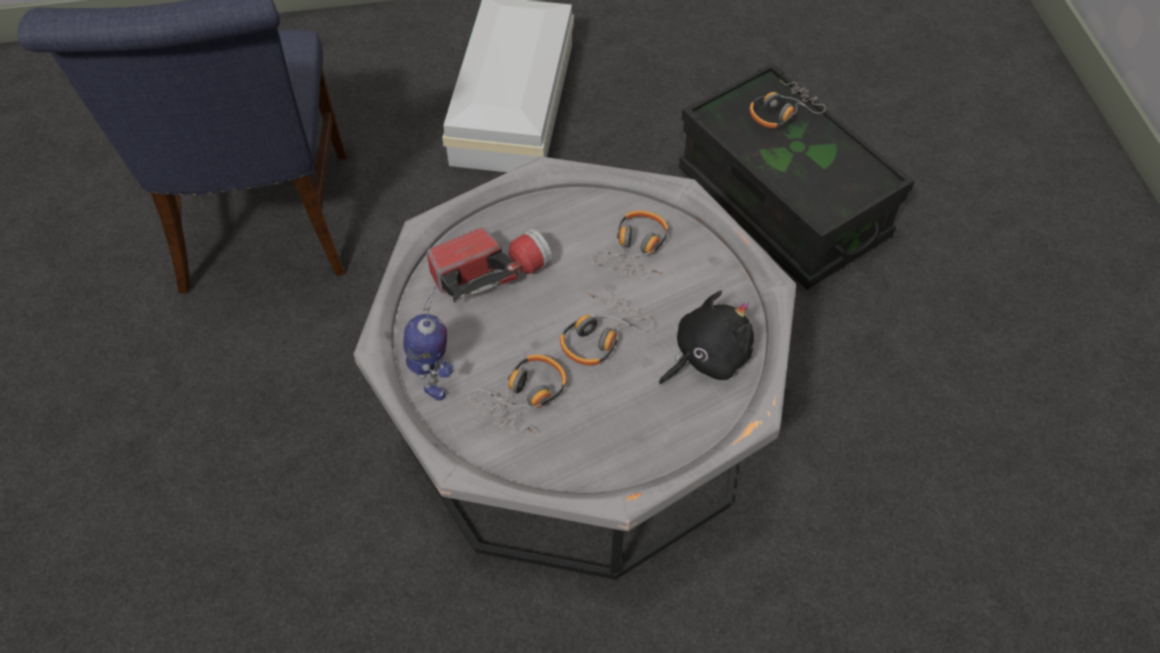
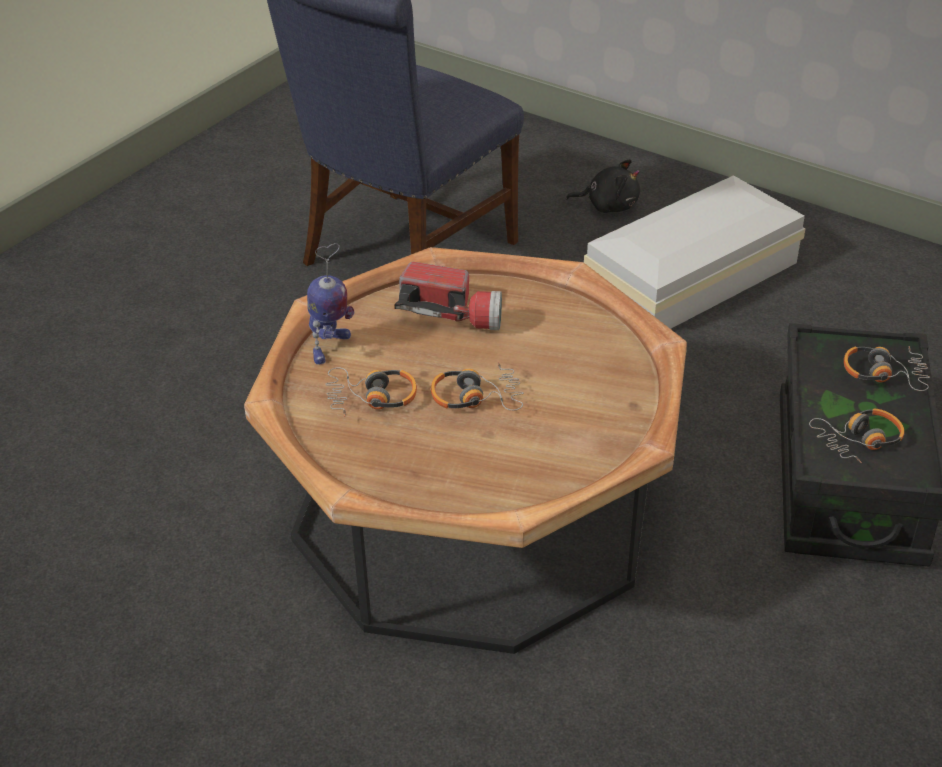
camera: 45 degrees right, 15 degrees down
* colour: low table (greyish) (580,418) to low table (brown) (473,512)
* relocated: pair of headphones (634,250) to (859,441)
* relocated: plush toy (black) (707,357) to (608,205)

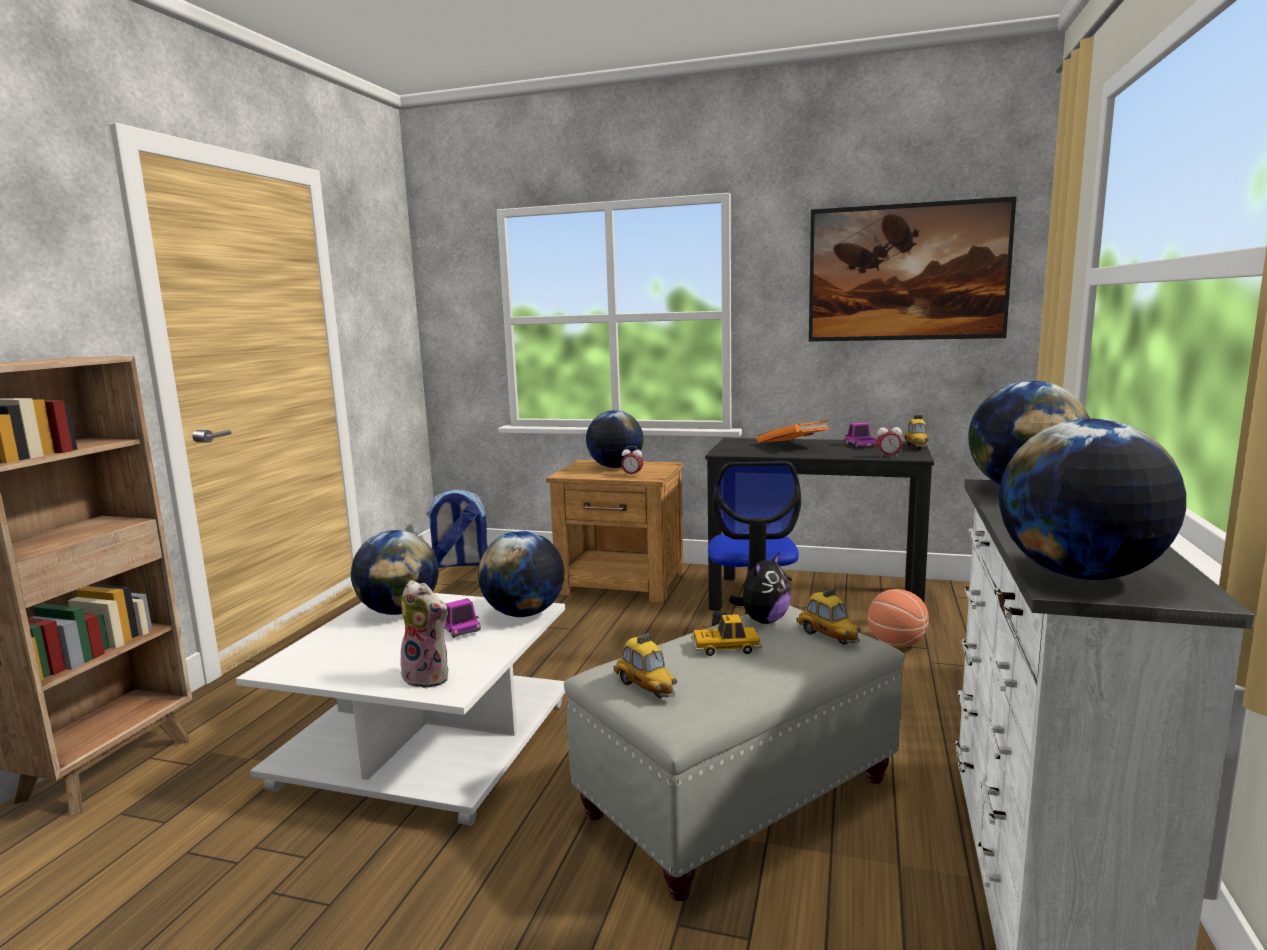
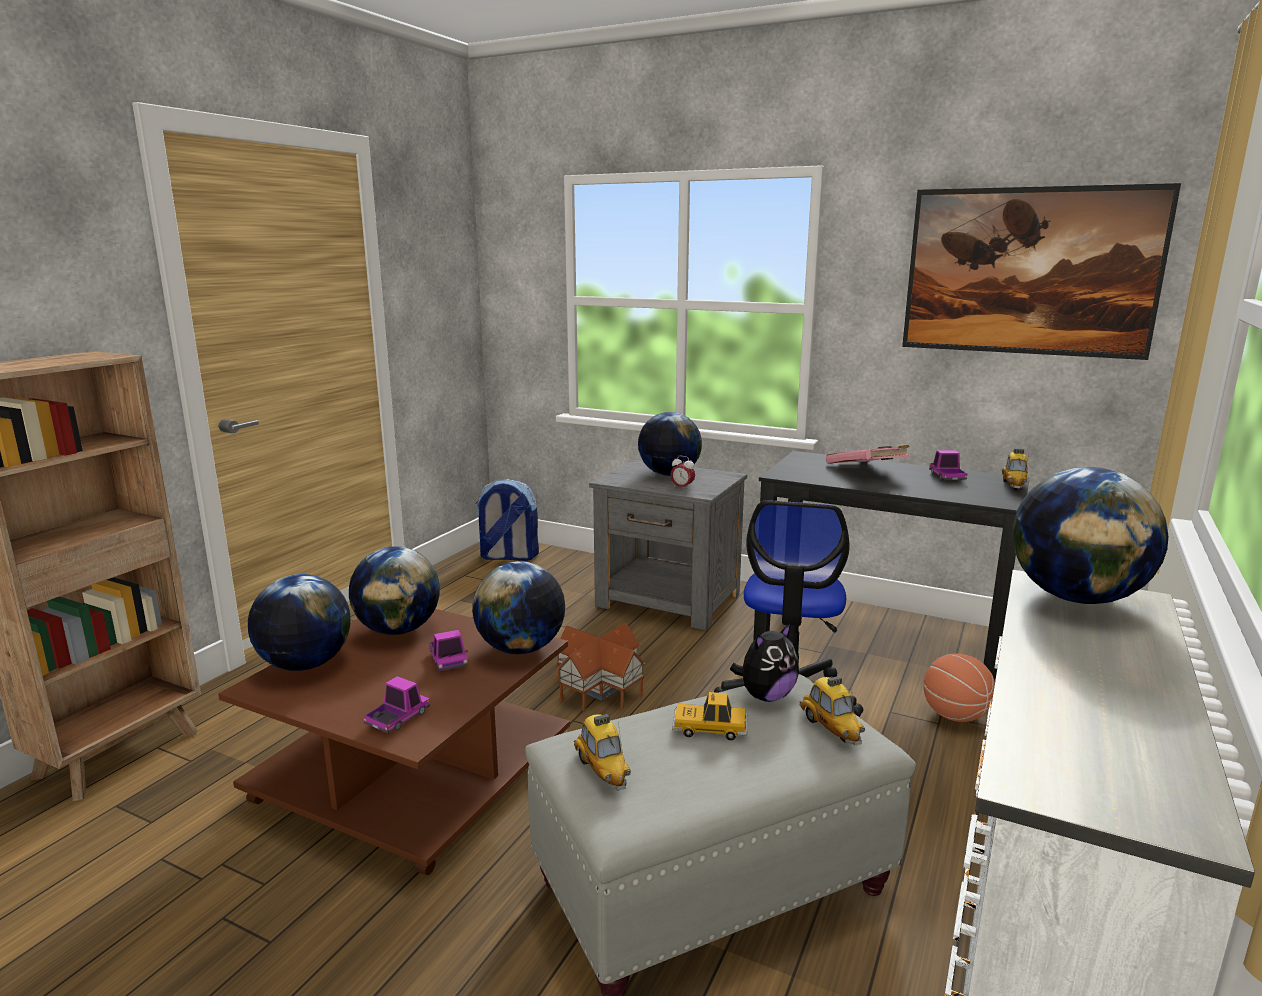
camera: 10 degrees right, 5 degrees up
* relocated: desk globe (1080,575) to (305,665)
* colour: bound book (orange-coloured) (793,446) to bound book (pinkish) (866,471)
* missing: bedside clock (888,456)
* colour: nightstand (brown) (623,584) to nightstand (greyish) (669,601)
* exchanged: plush toy (430,677) to toy truck (398,718)
* colour: low table (white) (423,745) to low table (brown) (409,772)
* appeared: toy house (601,688)

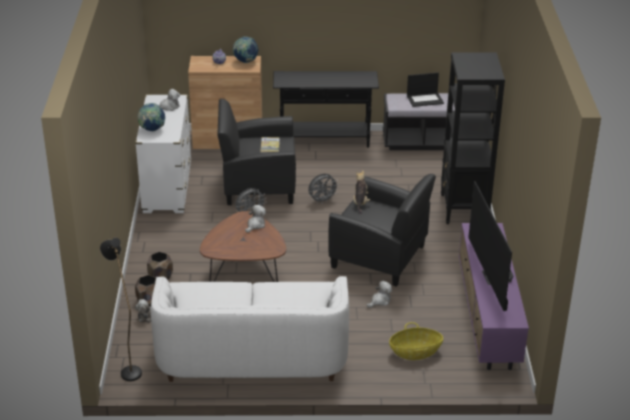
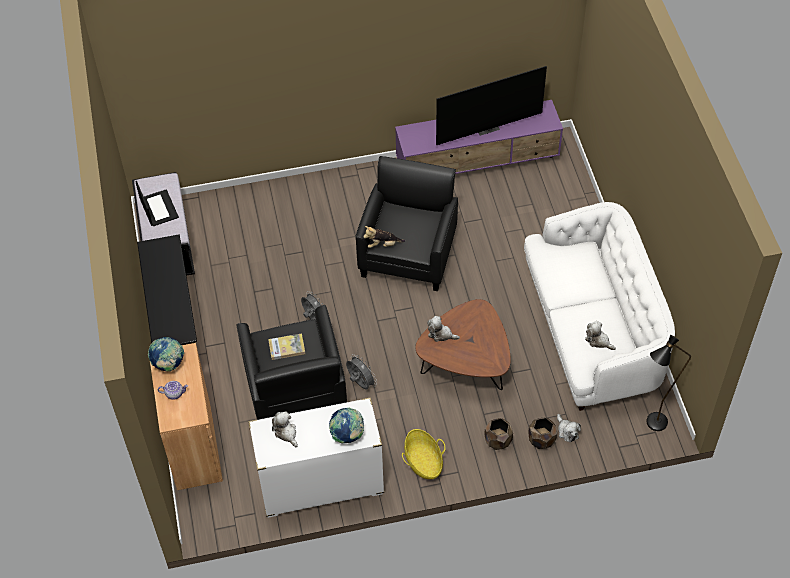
camera: 100 degrees left, 20 degrees up
* missing: shelving unit (black) (463,209)
* relocated: plush toy (380,301) to (598,340)
* relocated: household basket (415,352) to (423,461)

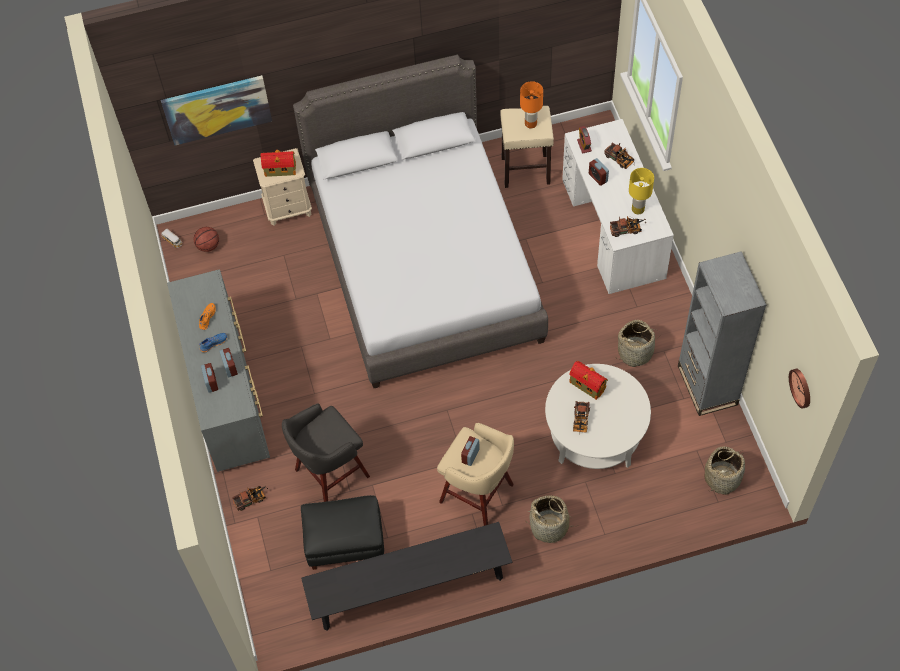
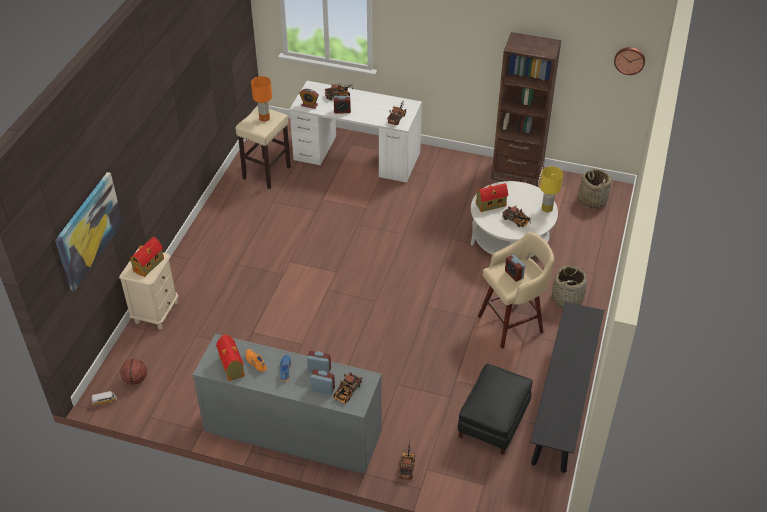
camera: 60 degrees left, 15 degrees down
* missing: bed (greyish) (424,263)
* relocated: table lamp (yellow-coloured) (637,209) to (546,209)
* colour: shelving unit (greyish) (707,385) to shelving unit (brown) (517,173)
* missing: household basket (635,352)
* missing: stool seat (greyish) (330,474)
* appeared: toy house (232,367)
* appeared: toy truck (346,393)

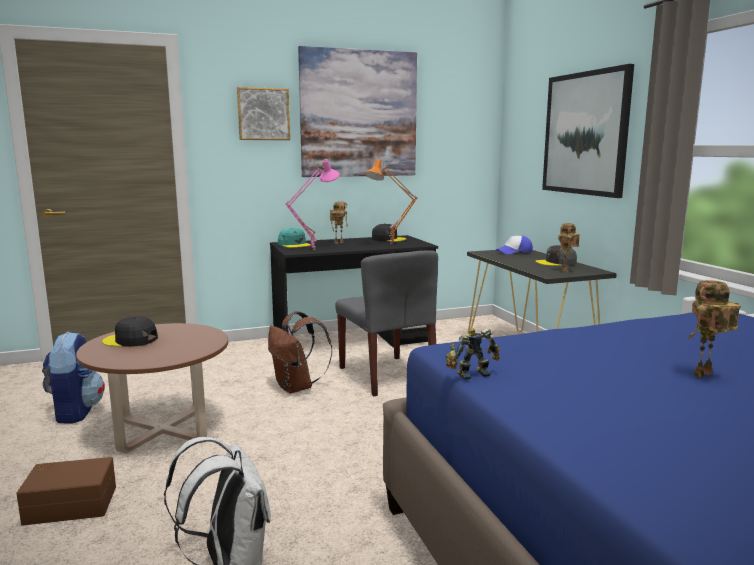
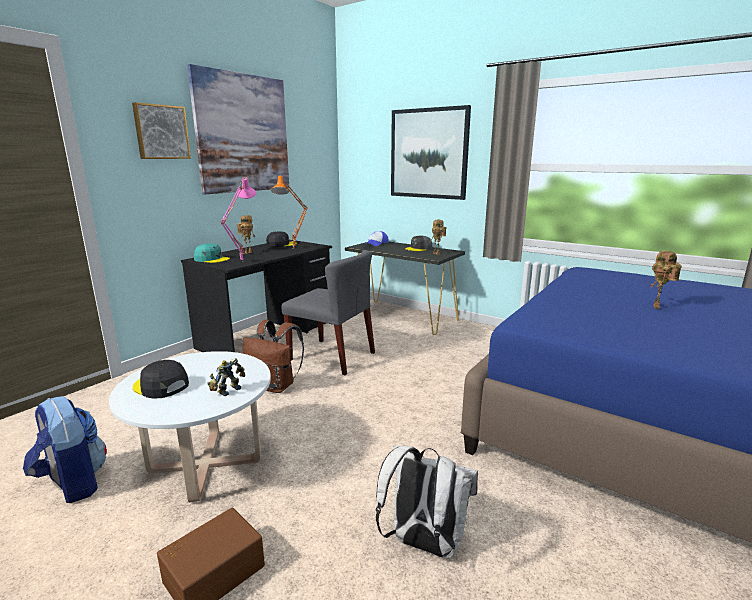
camera: 35 degrees left, 5 degrees up
* spun: baseball cap (black) (130,340) = (161,386) 60 degrees clockwise
* colour: low table (brown) (162,430) to low table (white) (205,465)
* relocated: model robot (471,373) to (227,390)

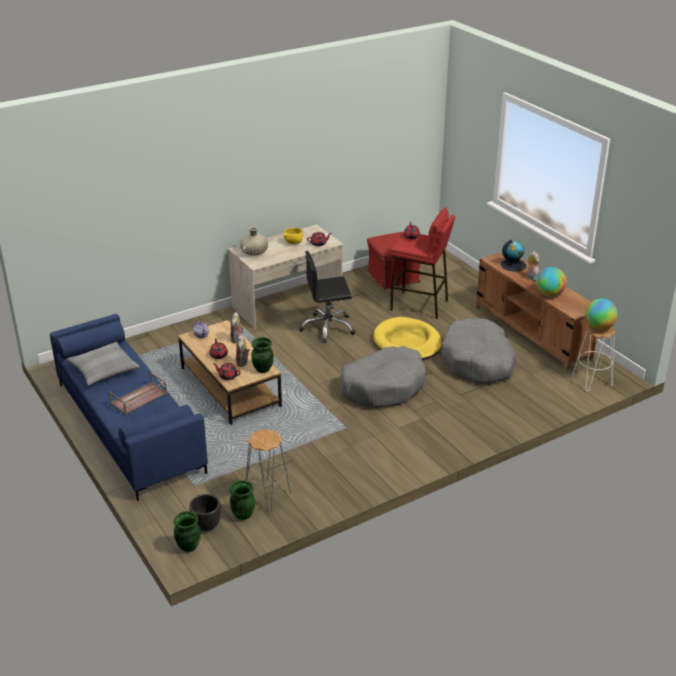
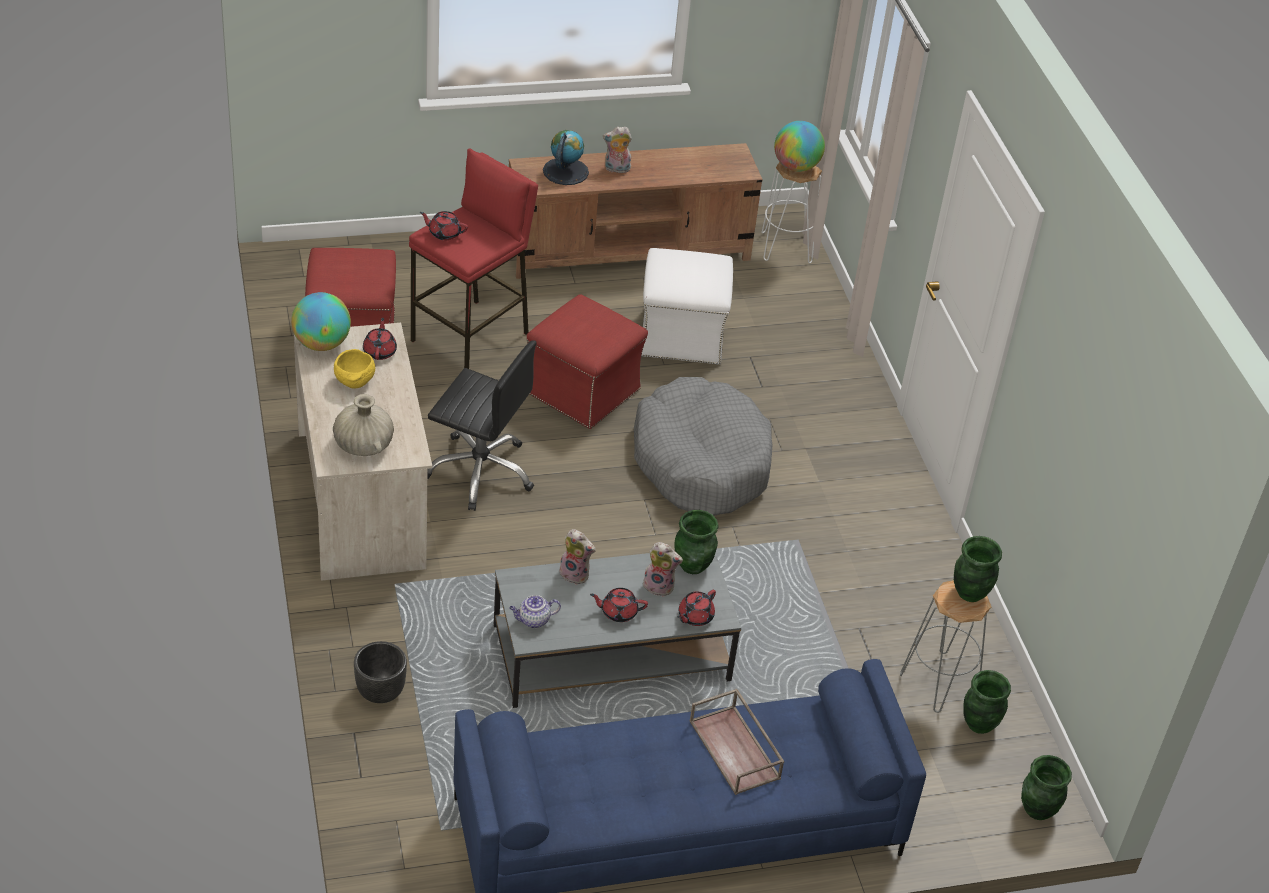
camera: 75 degrees left, 10 degrees up
* spun: computer chair (black) (327,328) = (480,471) 75 degrees counterclockwise
* relocated: desk globe (549,294) to (322,344)
* exchanged: dog cushion (yellow-coloured) (407,342) to pouffe (red-coloured) (583,391)
* exchanged: dog cushion (greyish) (478,361) to pouffe (white) (681,336)
* colour: low table (brown) (229,387) to low table (greyish) (611,653)
* missing: cushion (greyish) (103,370)
* relocated: flower pot (black) (206,525) to (380,692)
* appeared: vase (green-coloured) (969,593)

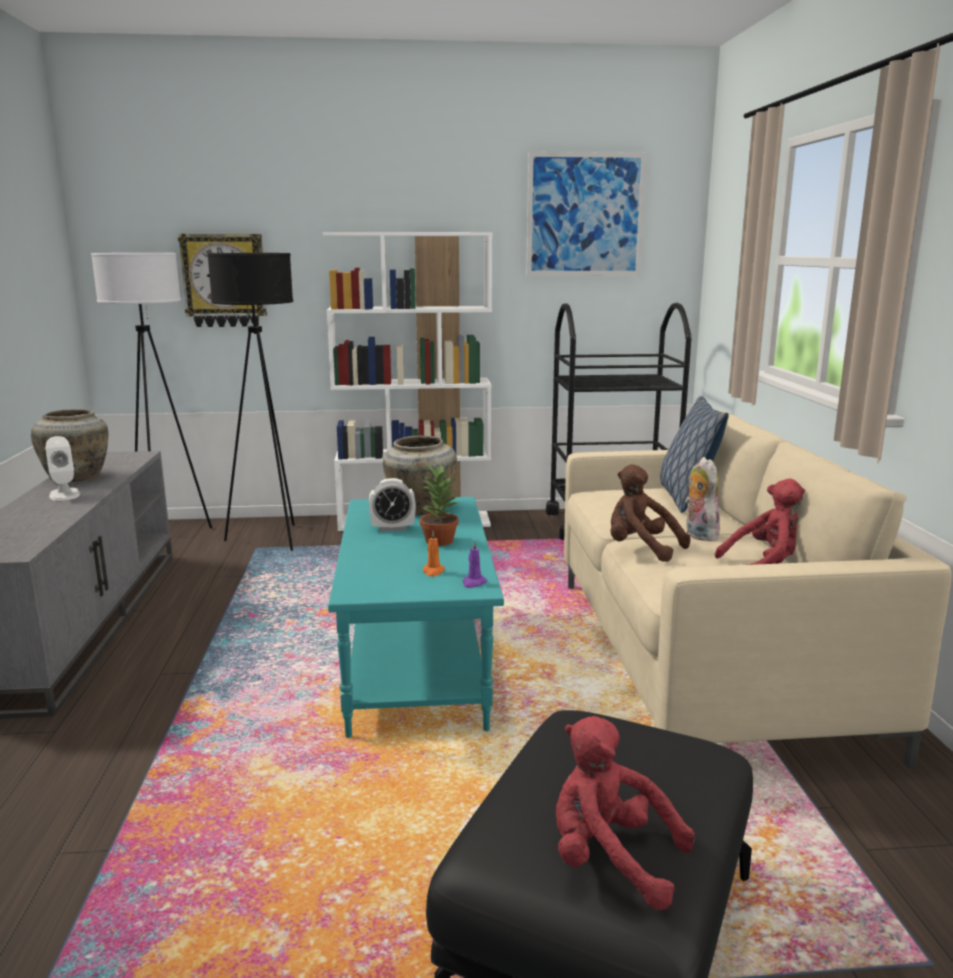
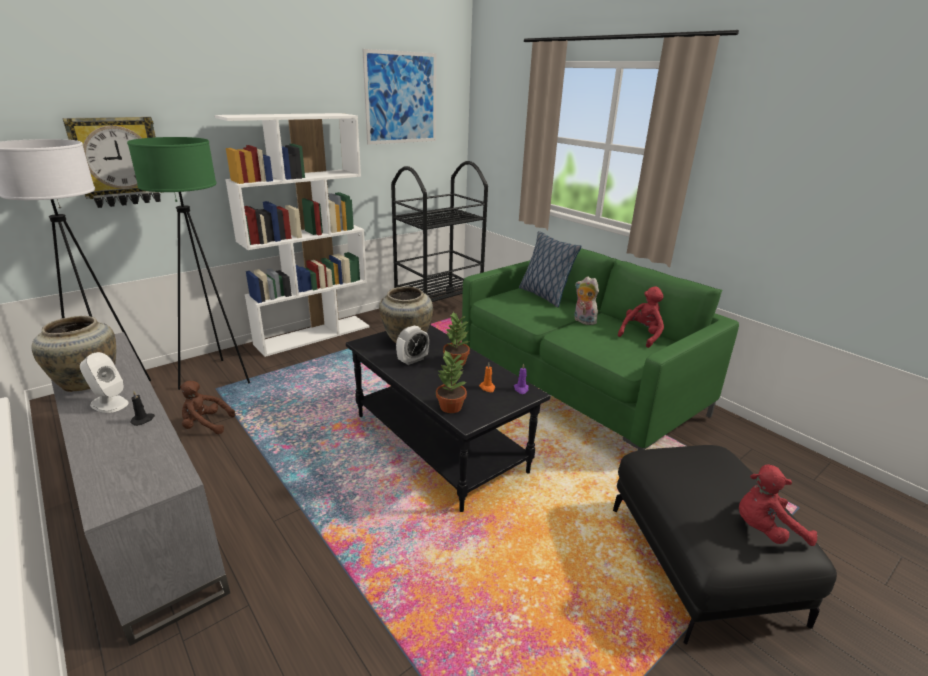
camera: 35 degrees left, 10 degrees up
* colour: floor lamp (black) (270,539) to floor lamp (green-coloured) (218,377)
* colour: couch (beige-coloured) (702,660) to couch (green-coloured) (576,388)
* relocated: plush toy (brown) (640,549) to (205,425)
* colour: low table (turquoise-coloured) (418,662) to low table (black) (440,442)
* appeared: plant in a pot (450,407)
* appeared: wax candle (black) (143,420)

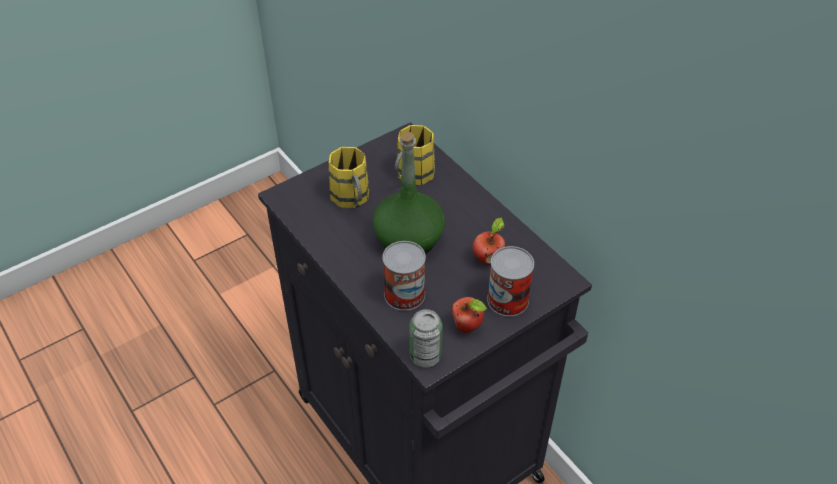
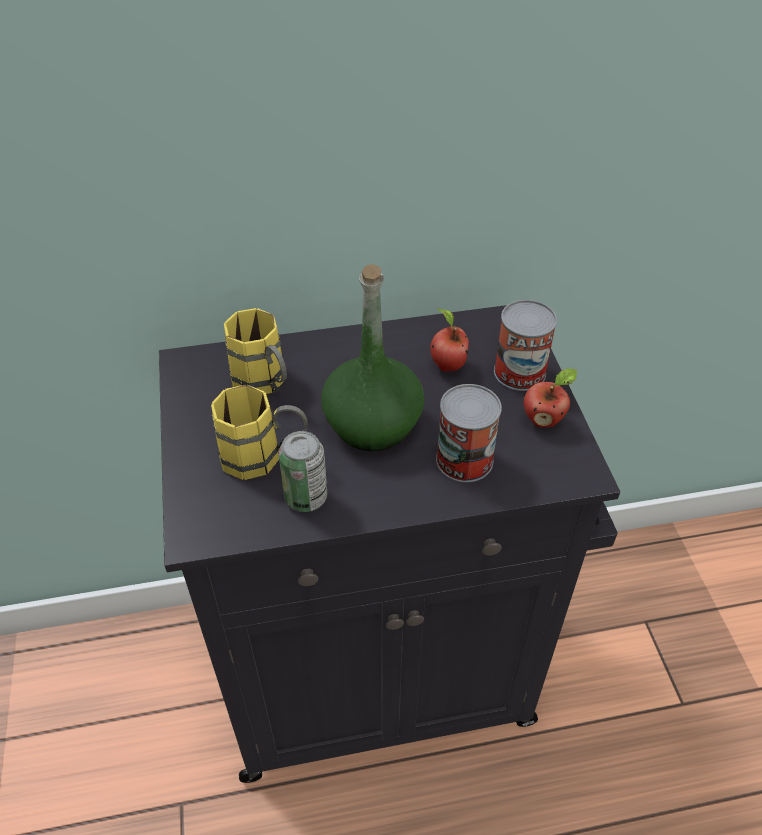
camera: 65 degrees left, 0 degrees up
* relocated: sealed can (425,356) to (306,497)

